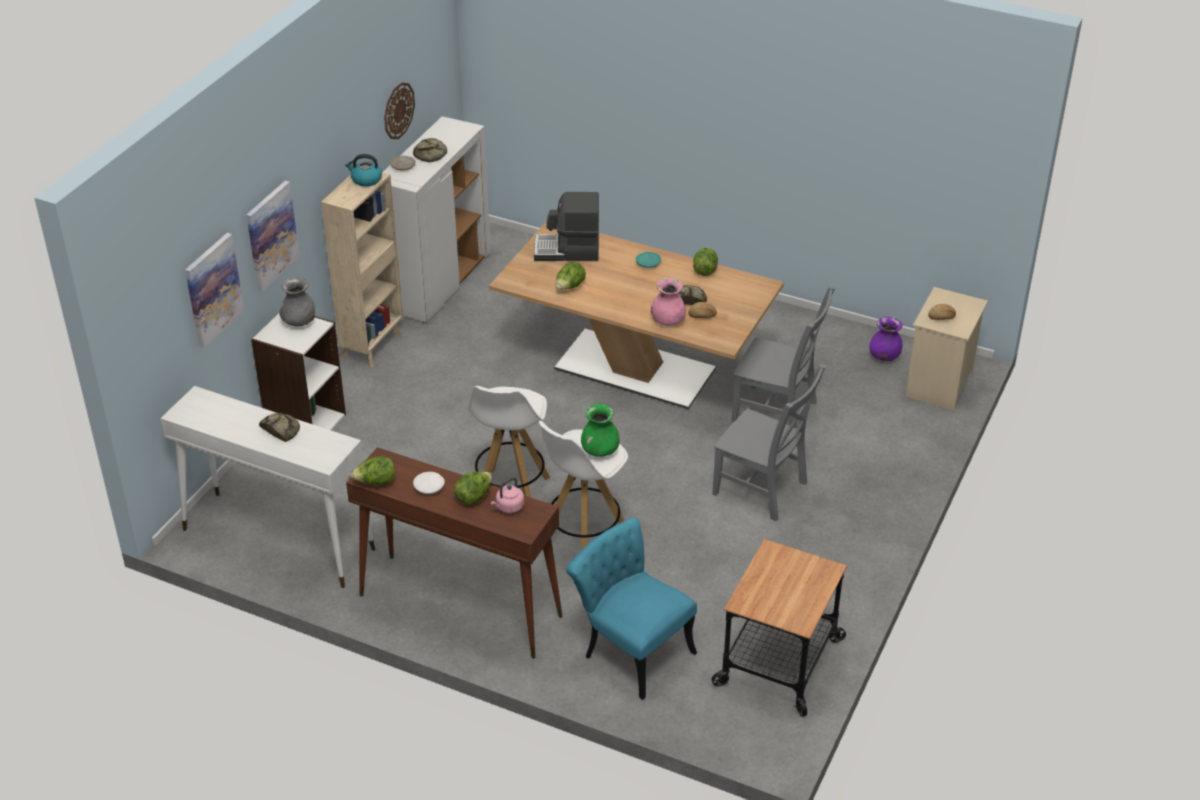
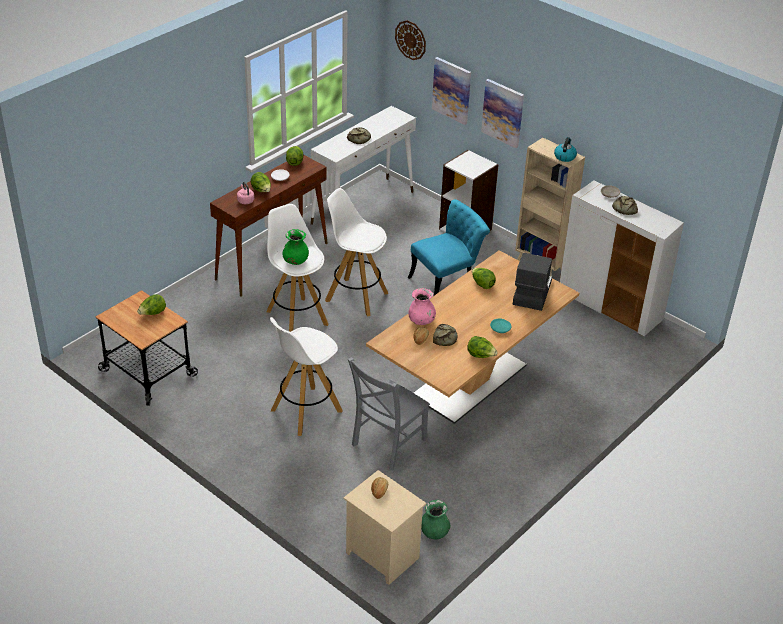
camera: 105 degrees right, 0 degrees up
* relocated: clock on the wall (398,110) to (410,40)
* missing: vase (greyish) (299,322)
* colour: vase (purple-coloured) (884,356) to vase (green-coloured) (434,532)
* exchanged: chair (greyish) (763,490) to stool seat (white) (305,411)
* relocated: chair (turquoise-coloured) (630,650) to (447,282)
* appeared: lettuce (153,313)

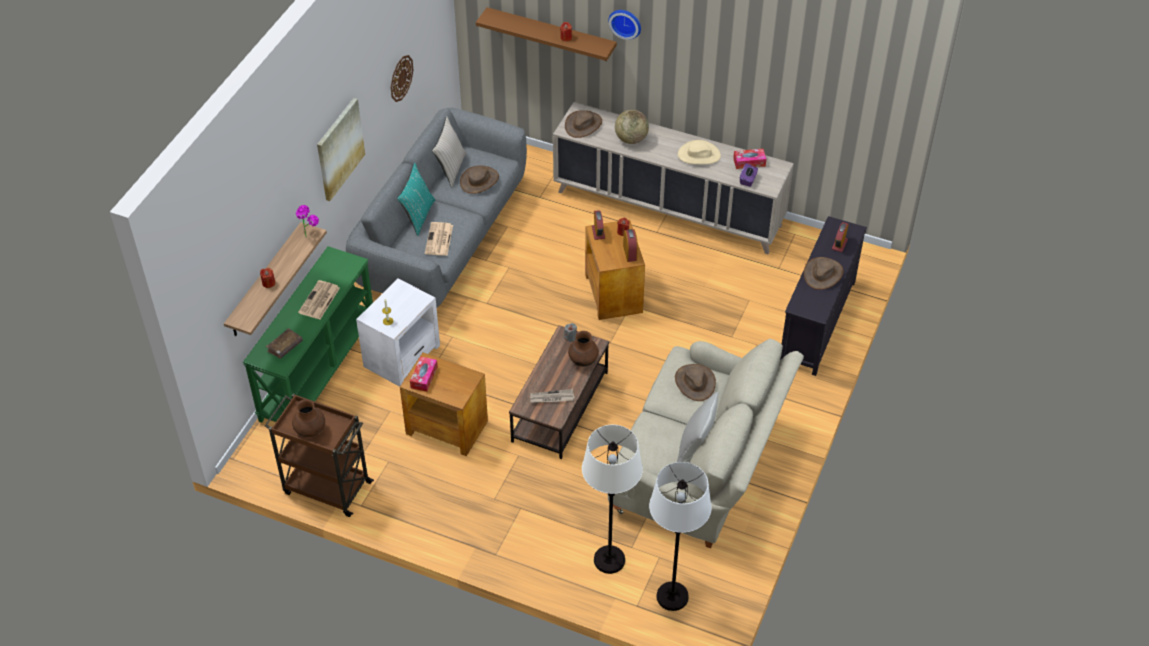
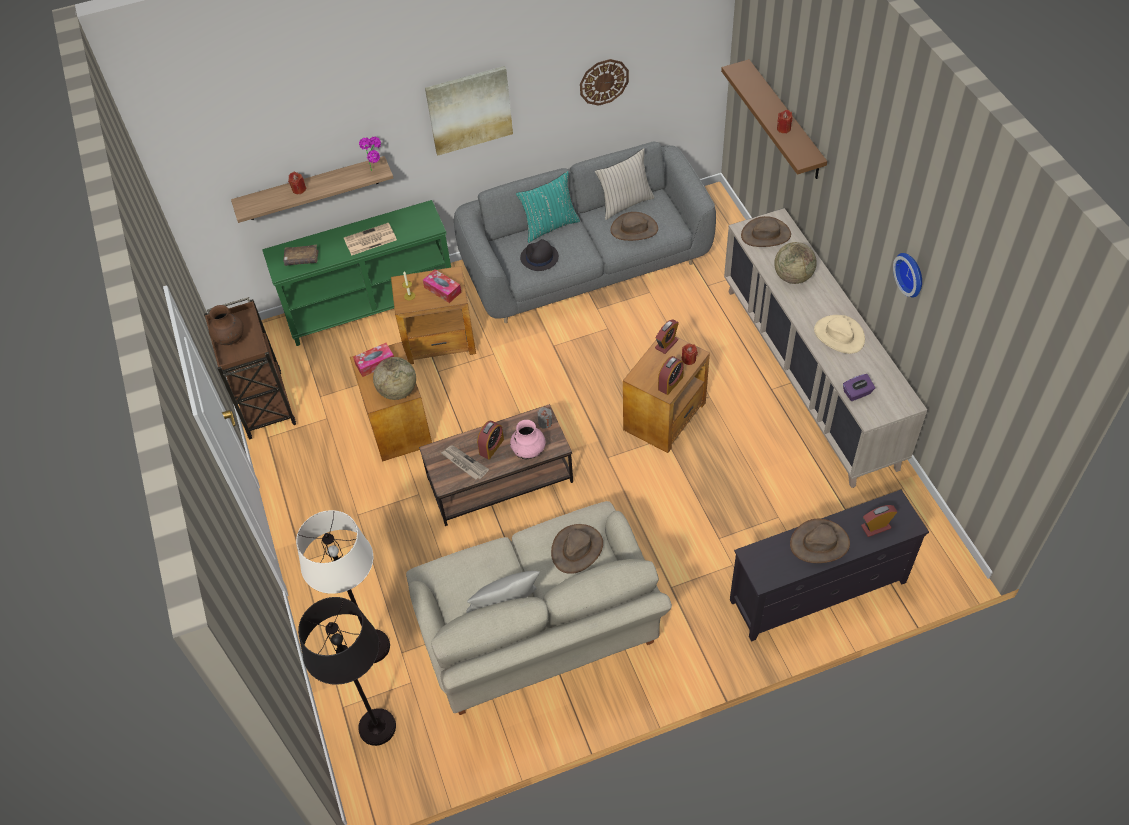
camera: 50 degrees right, 5 degrees up
* relocated: clock on the wall (625,22) to (911,273)
* relocated: tissue box (749,162) to (442,290)
* exchanged: daily paper (439,240) to clothing hat (black) (539,258)
* colour: side table (white) (402,356) to side table (brown) (440,341)
* colour: vase (brown) (583,360) to vase (pinkish) (529,451)
* colour: floor lamp (white) (672,596) to floor lamp (black) (377,727)
* appeared: desk globe (398,391)
* appeared: bedside clock (491,447)

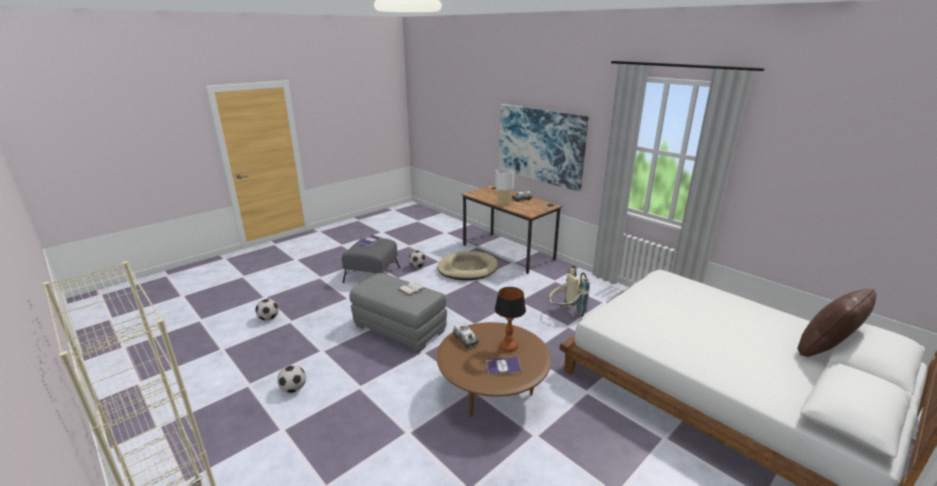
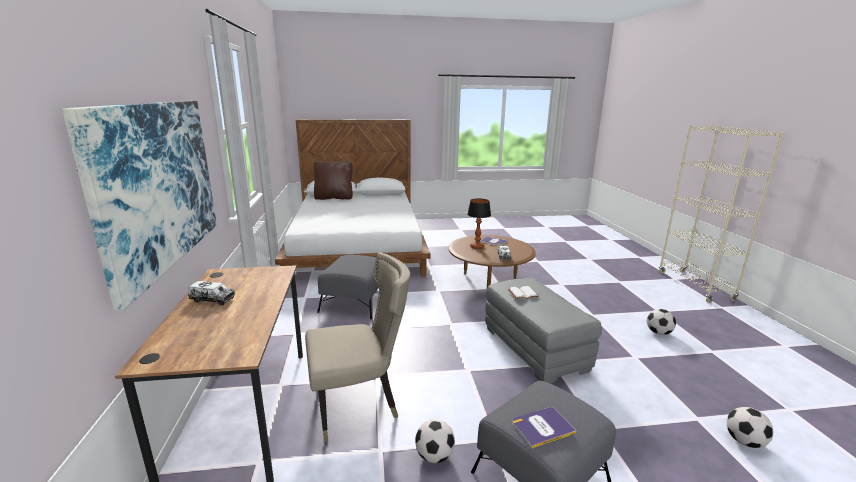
camera: 145 degrees left, 5 degrees down
* missing: table lamp (white) (503,204)
* exchanged: dog cushion (beige-coloured) (467,268) to chair (beige-coloured) (359,404)
* exchanged: knapsack (beige-coloured) (565,313) to pouffe (greyish) (355,302)

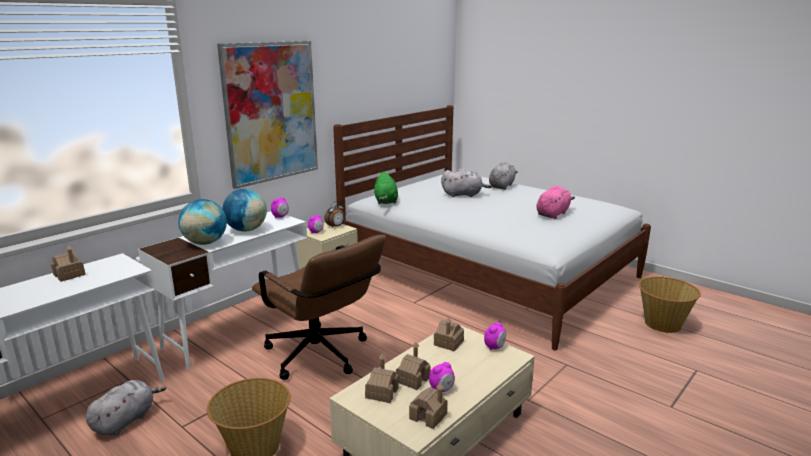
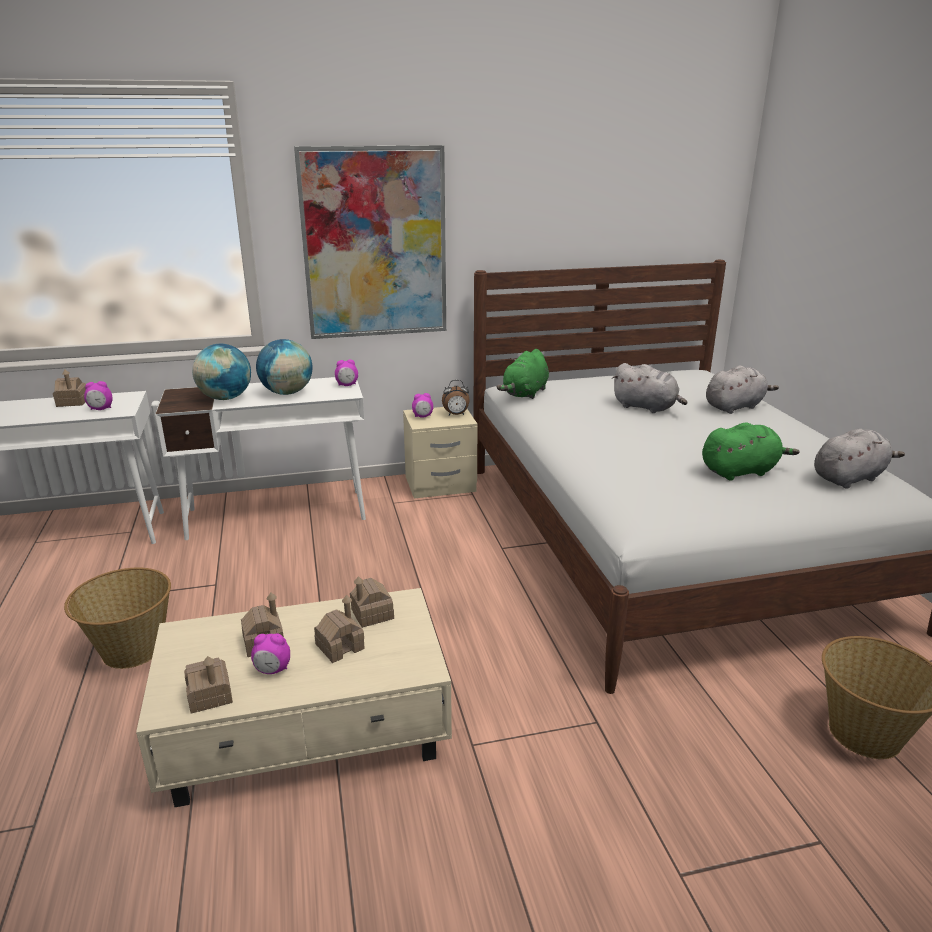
camera: 35 degrees right, 5 degrees up
* colour: plush toy (pinkish) (553,214) to plush toy (green-coloured) (741,471)
* missing: computer chair (brown) (322,357)
* relocated: bedside clock (494,347) to (101,409)
* relocated: toy house (382,393) to (340,646)
* relocated: plush toy (greyish) (126,420) to (849,478)

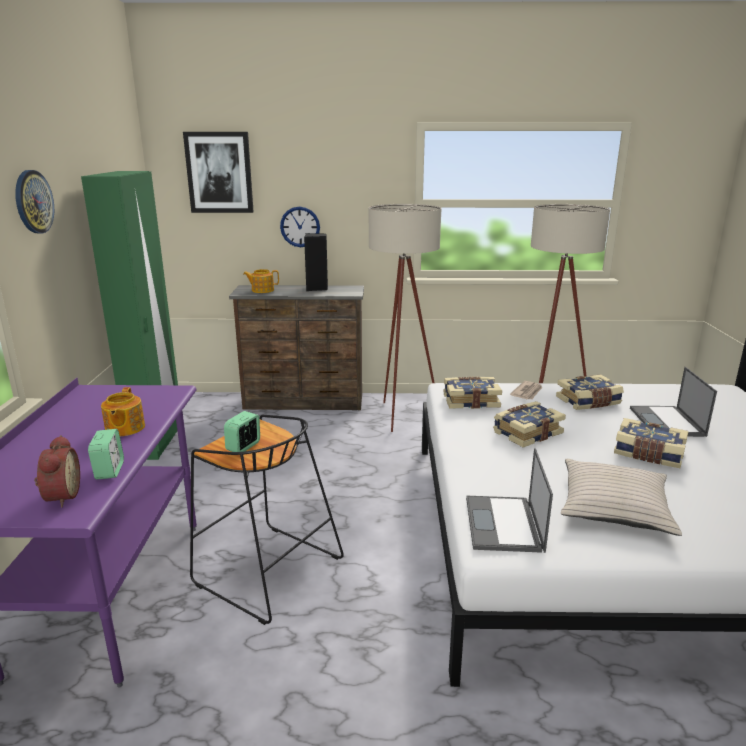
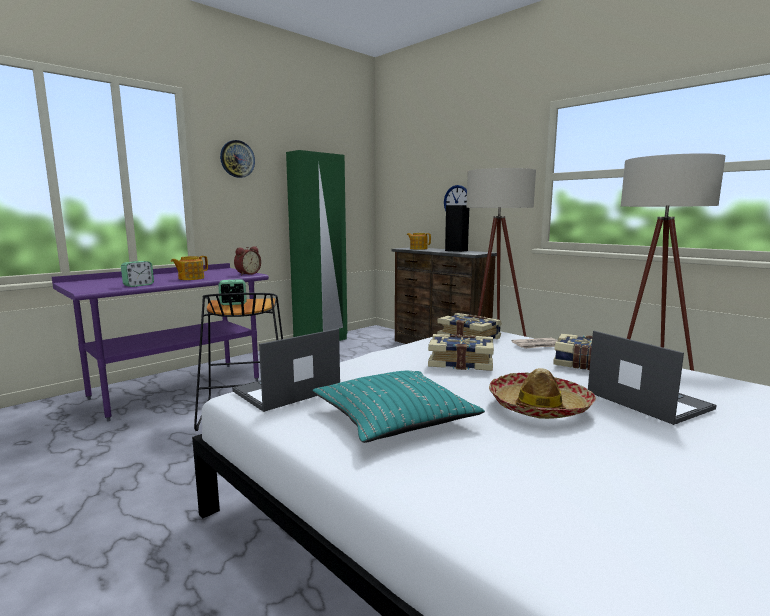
camera: 45 degrees right, 10 degrees down
* missing: wall picture (219,172)
* spun: notebook computer (667,422) = (646,400) 105 degrees clockwise
* exchanged: bound book (648,454) to clothing hat (539,406)
* relocated: bedside clock (60,496) to (247,274)
* colour: cushion (beige-coloured) (614,507) to cushion (turquoise-coloured) (395,418)

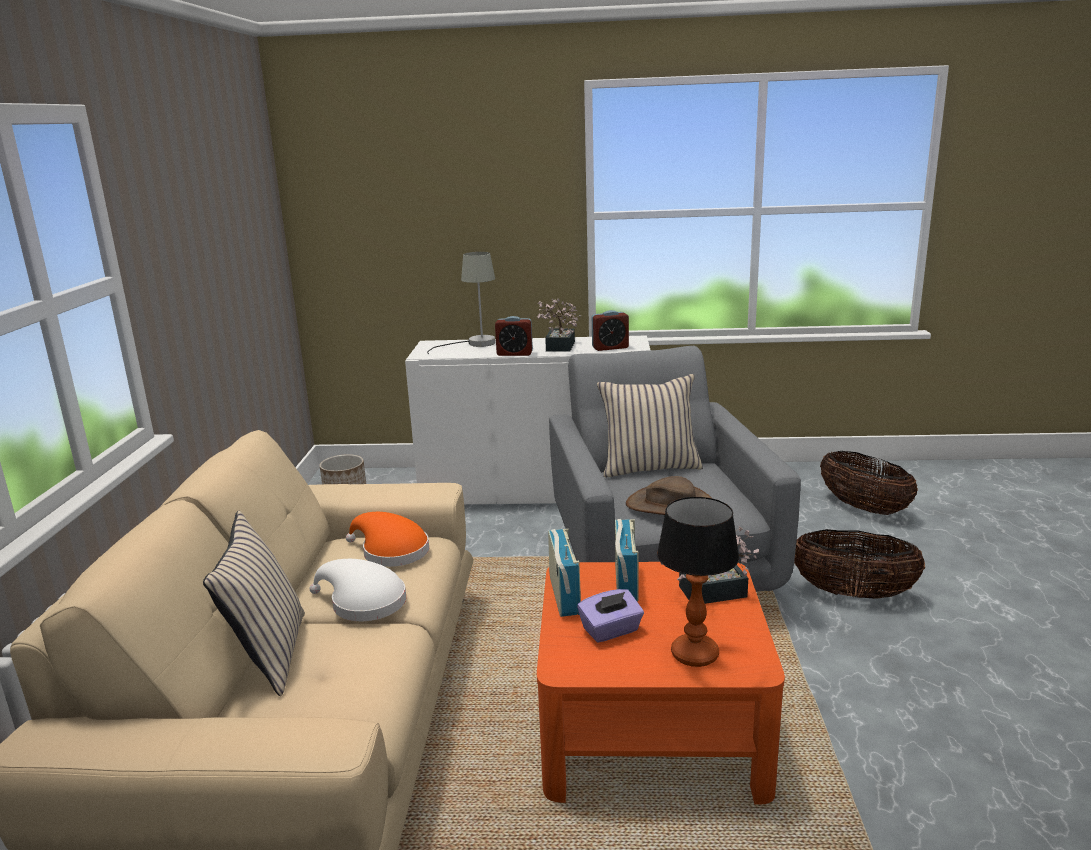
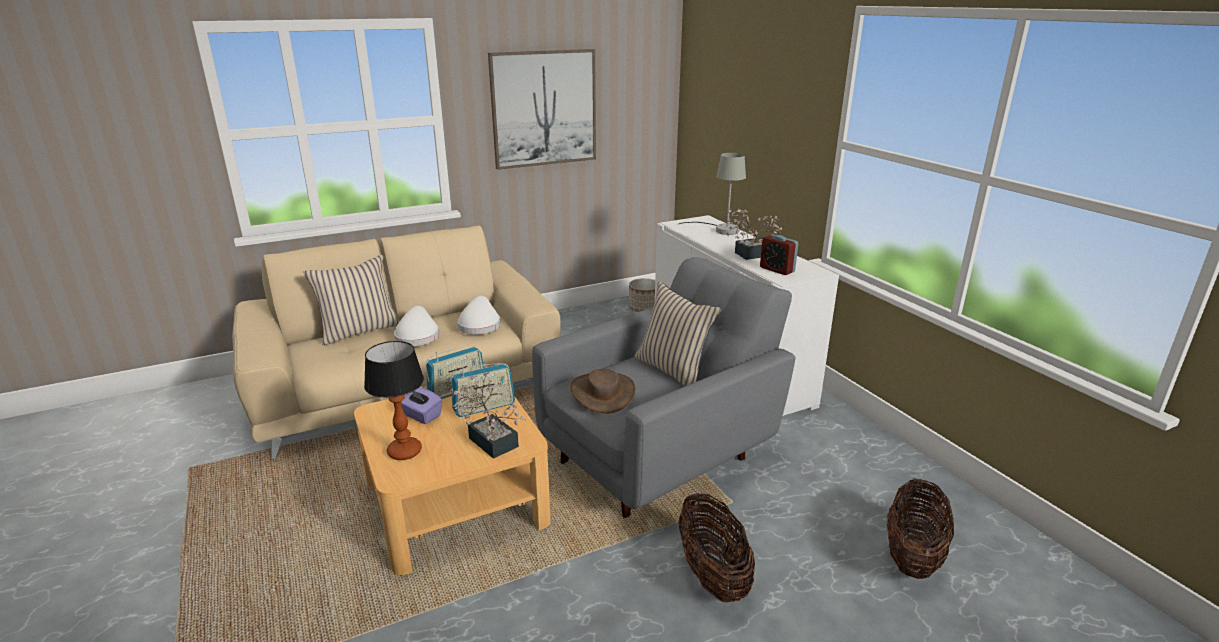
camera: 60 degrees right, 5 degrees up
* missing: bedside clock (514,353)
* colour: clothing hat (orange-coloured) (391,552) to clothing hat (white) (479,325)
* colour: low table (orange-coloured) (650,724) to low table (beige-coloured) (456,502)
* appeared: wall picture (544,108)

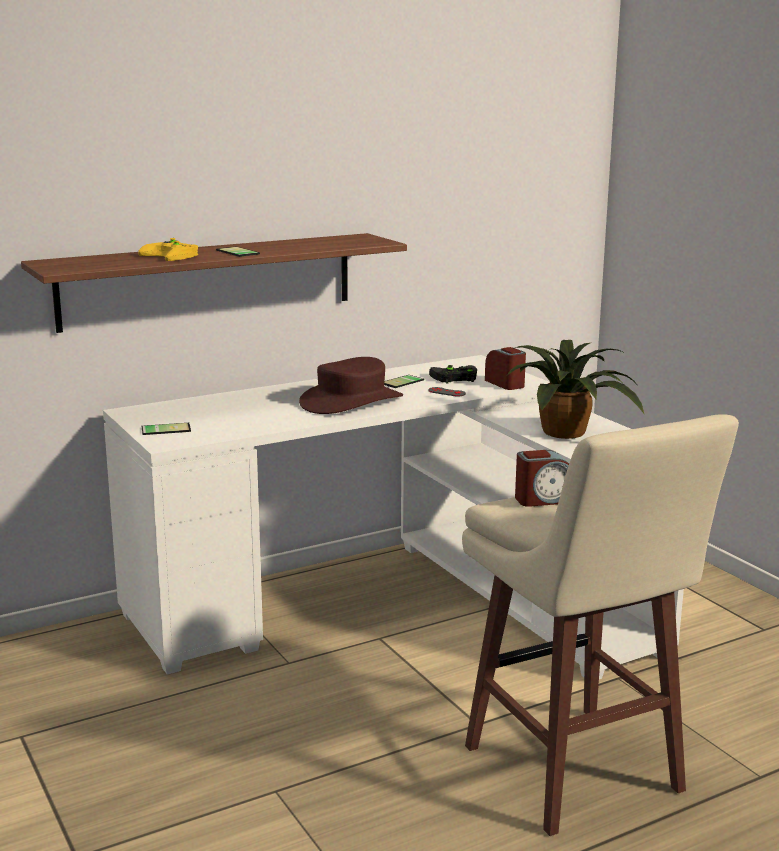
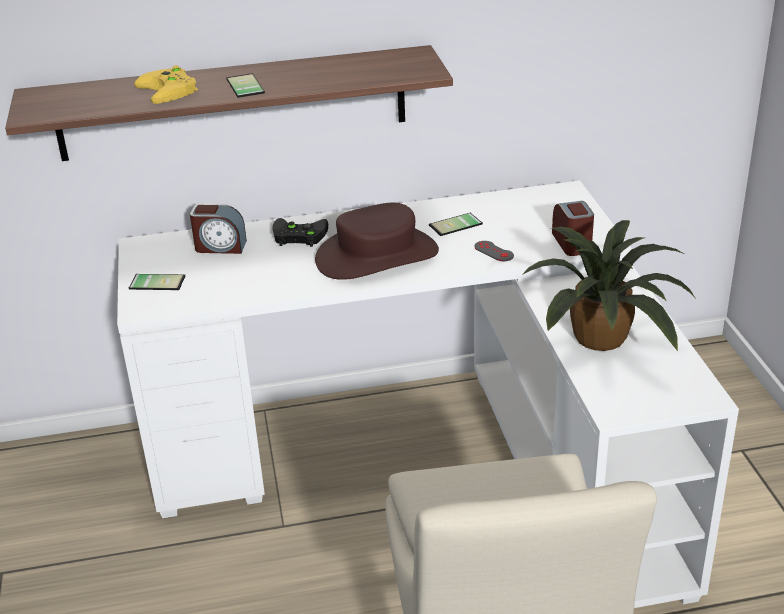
camera: 20 degrees right, 15 degrees up
* relocated: joypad (black) (453,378) to (297,236)
* relocated: bedside clock (544,499) to (220,247)

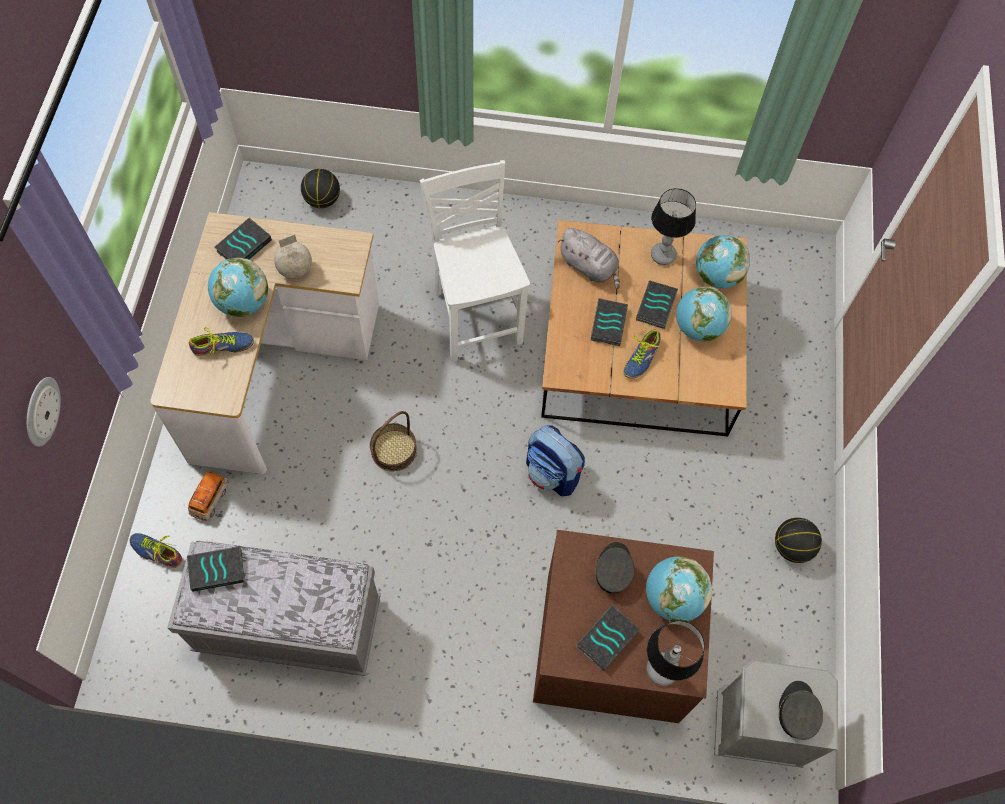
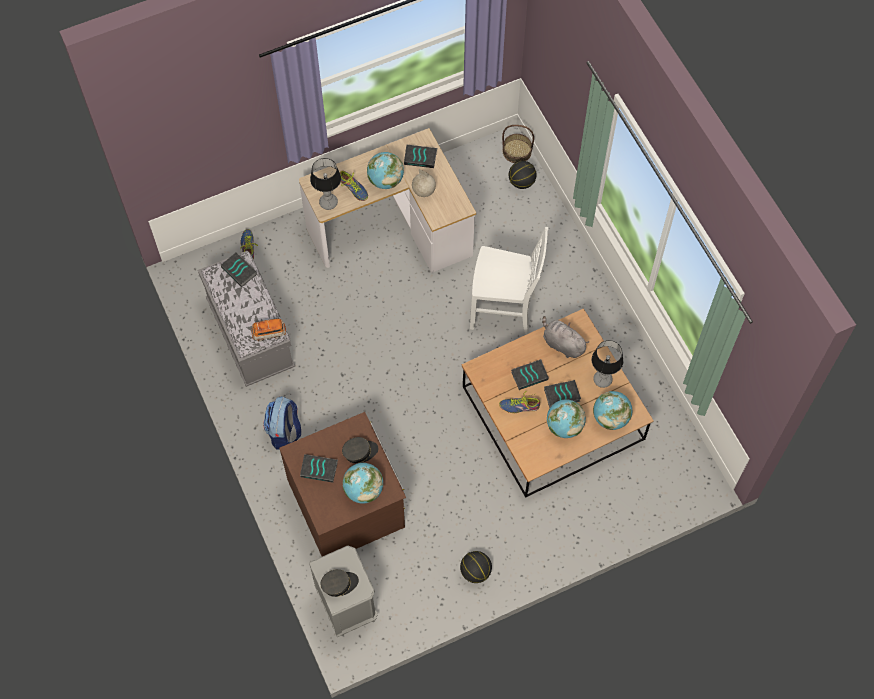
camera: 60 degrees right, 0 degrees up
* spun: chair (white) (476,316) = (504,312) 60 degrees clockwise
* spun: plush toy (greyish) (589,267) = (562,344) 120 degrees clockwise
* missing: clock on the wall (41,411)
* relocated: household basket (393,450) to (517,151)
* relocated: knapsack (552,474) to (284,432)
* relocated: model car (210,499) to (269,333)
* relocated: table lamp (663,669) to (328,203)

